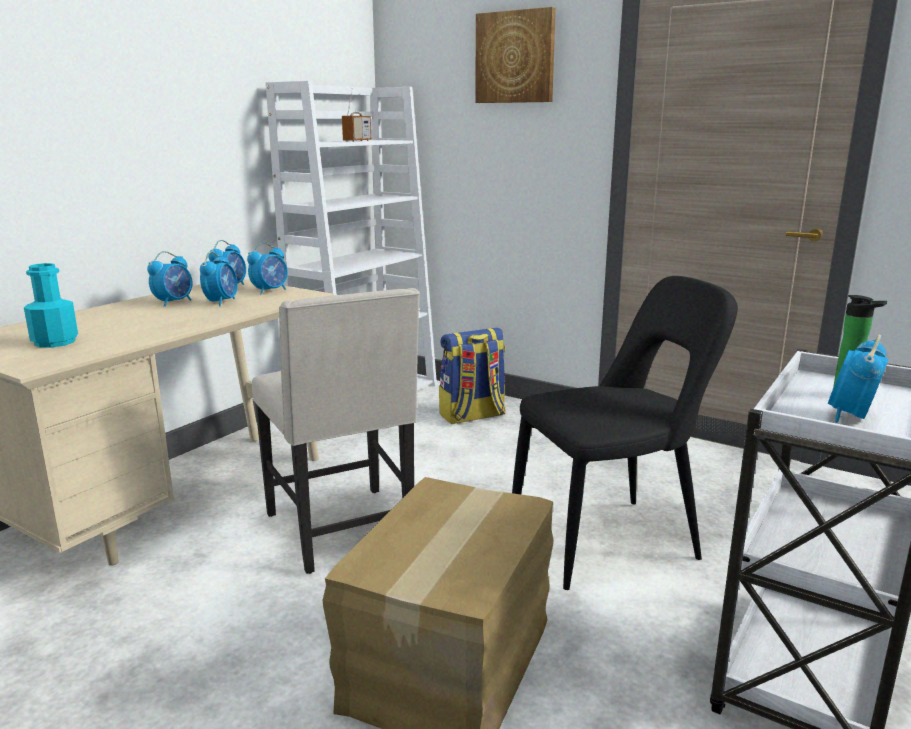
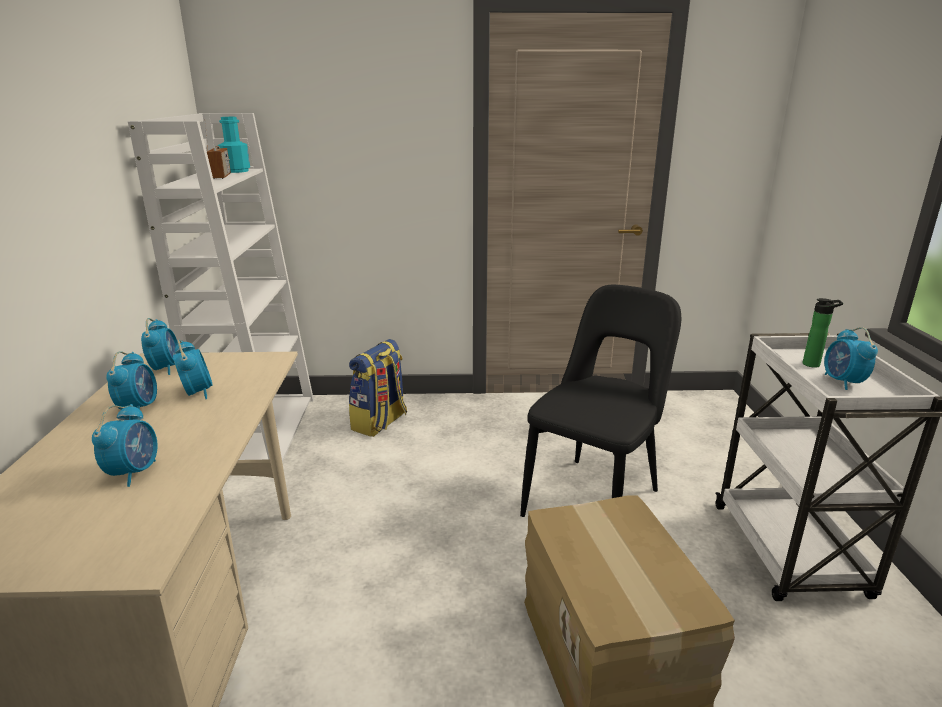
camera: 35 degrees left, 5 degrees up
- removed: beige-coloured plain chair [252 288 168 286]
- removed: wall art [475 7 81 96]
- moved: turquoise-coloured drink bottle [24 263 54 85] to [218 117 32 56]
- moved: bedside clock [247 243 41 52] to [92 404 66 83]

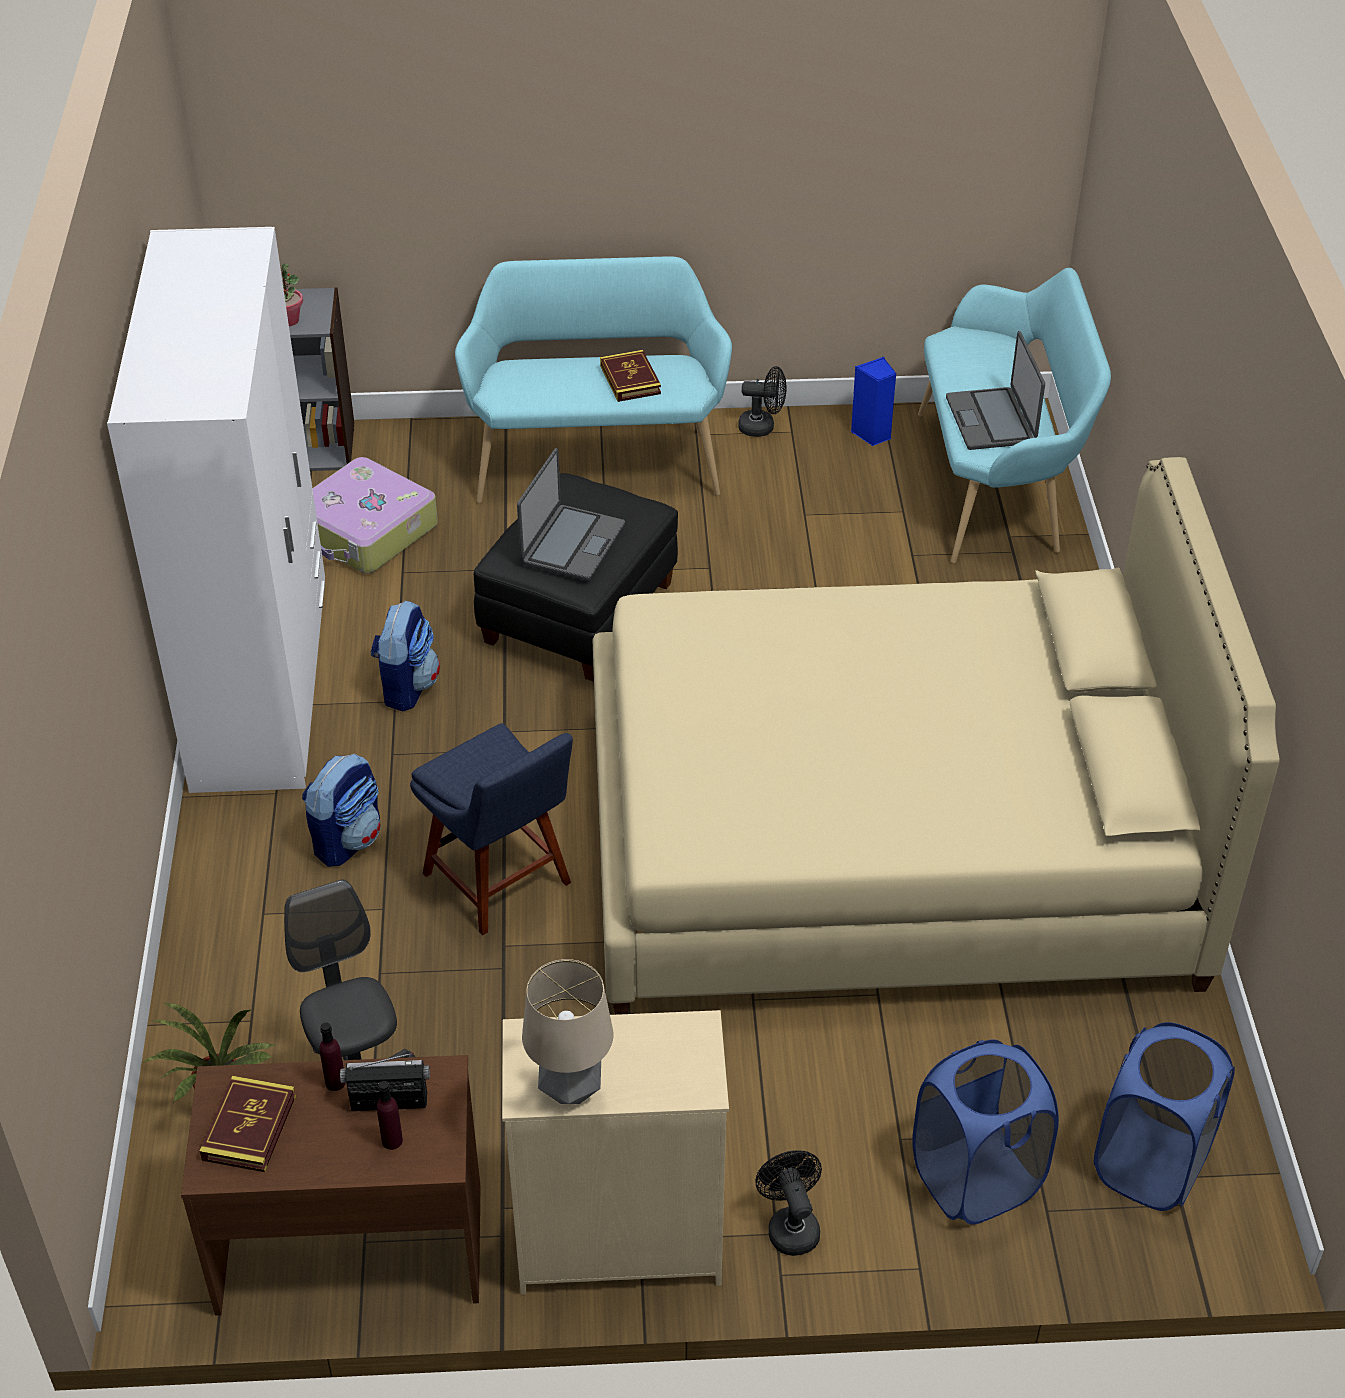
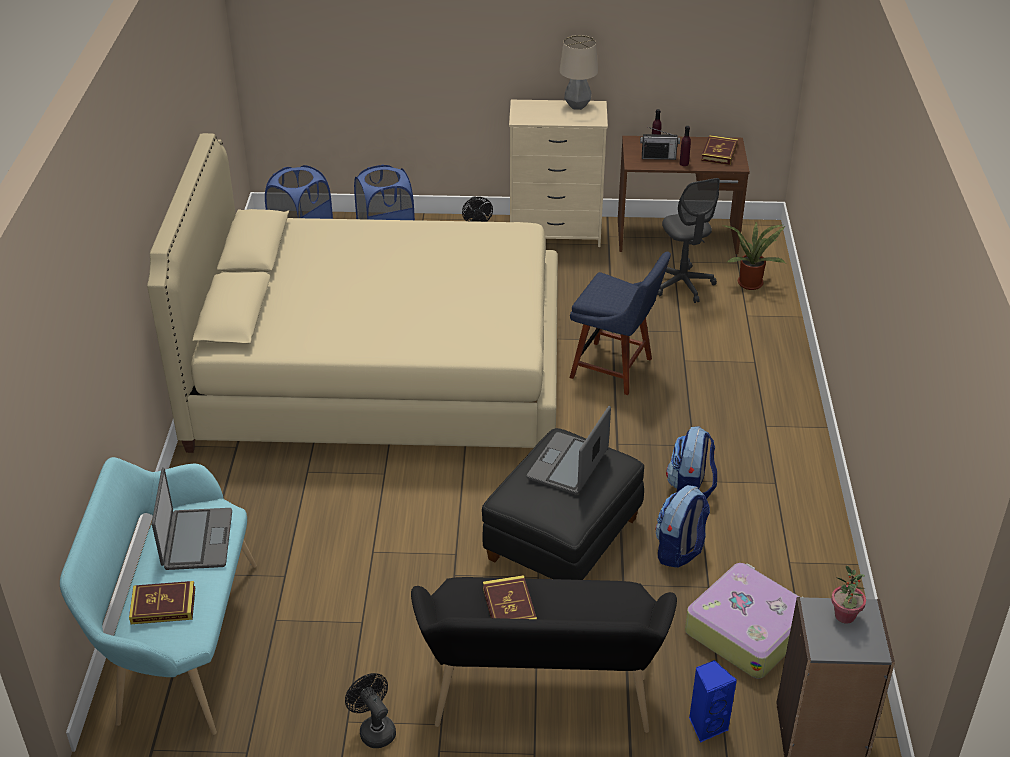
camera: 175 degrees left, 5 degrees down
- removed: white clothes cupboard [107 227 218 566]
- added: bound book [129 581 66 43]
- moved: backpack [302 754 79 113] to [656 485 54 82]
- moved: blue-coloured speaker [851 356 45 90] to [689 660 48 83]
- recoloured: turquoise-coloured bench [455 256 277 247] to blackish bench [411 577 266 156]
- turned: blue-coloured plain chair [410 723 163 212] = [570 252 101 143] 150 degrees clockwise
- turned: blackish electric fan [738 366 49 71] = [345 673 51 75] 45 degrees clockwise

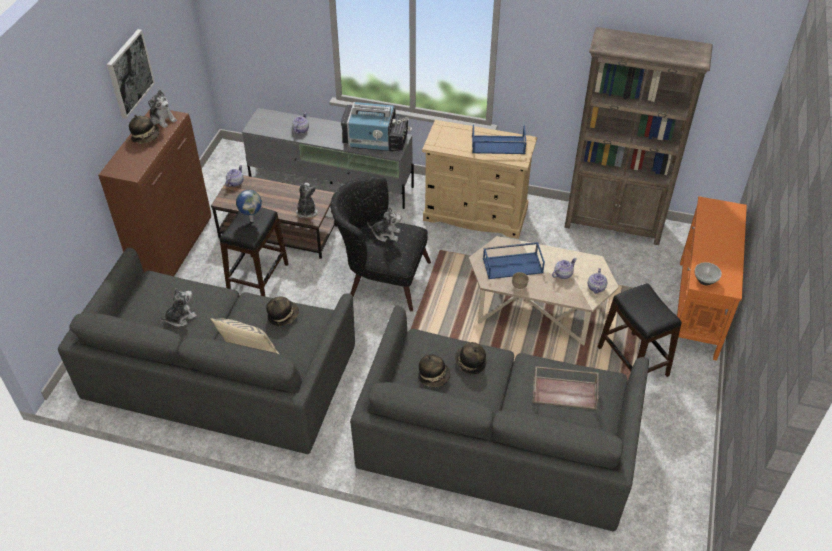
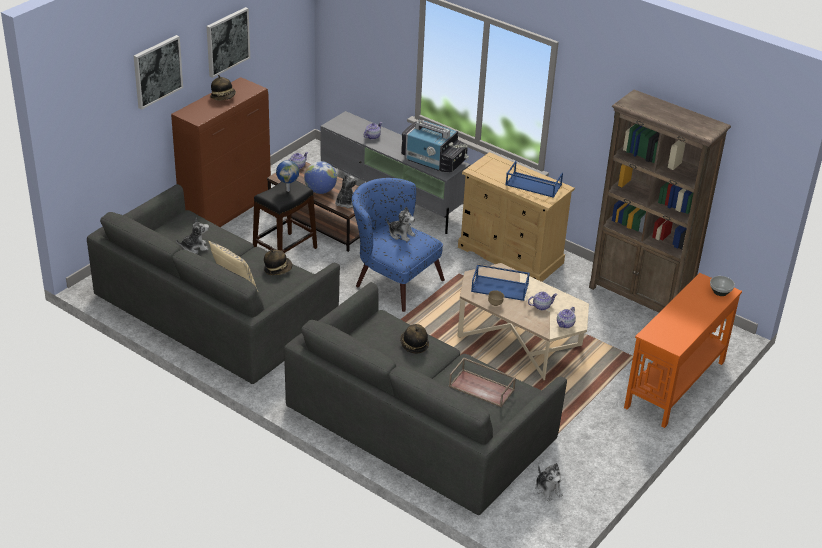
camera: 20 degrees right, 10 degrees down
- removed: hat [418 354 32 33]
- removed: blackish stool [598 283 84 94]
- added: wall art [134 35 49 75]
- added: globe [304 161 33 33]
- moved: plush toy [148 90 29 38] to [535 463 28 38]
- moved: bowl [695 262 27 23] to [710 276 25 20]
- recoloured: blackish easy chair [330 176 101 135] to blue-coloured easy chair [352 178 93 134]

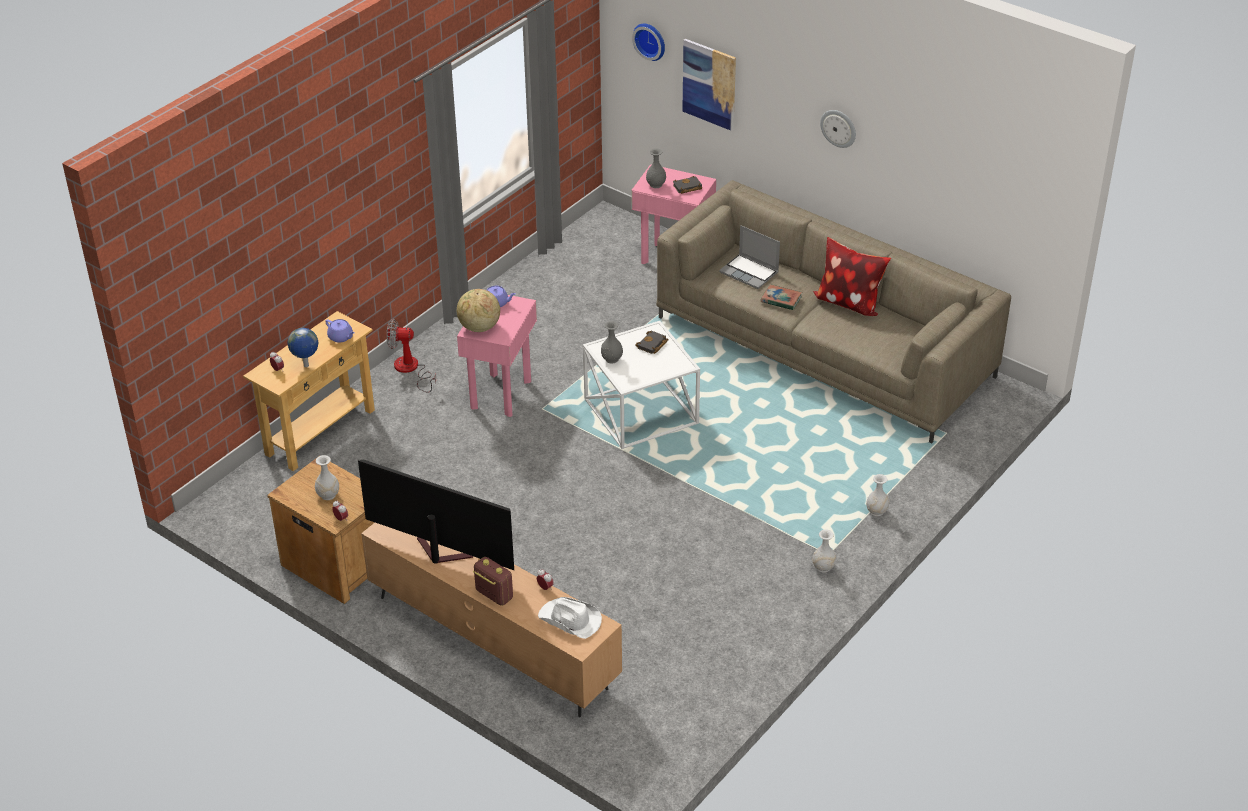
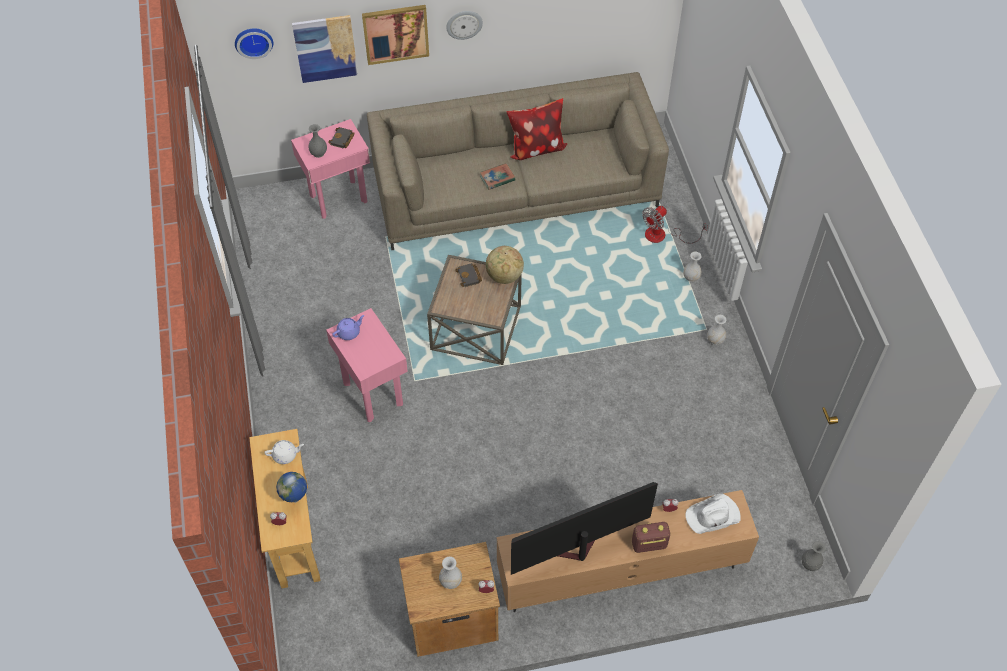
camera: 50 degrees left, 15 degrees up
- removed: laptop [719 225 61 64]
- added: wall art [362 5 67 60]
- moved: electric fan [387 319 49 73] to [642 206 66 37]
- moved: globe [457 289 43 43] to [486 246 38 38]
- moved: gray decorative vase [601 321 22 43] to [802 541 24 30]
- recoloured: purple-coloured pot for tea [325 319 30 24] to white pot for tea [264 440 40 24]
- recoloured: white accent table [583 321 117 128] to brown accent table [427 255 95 110]

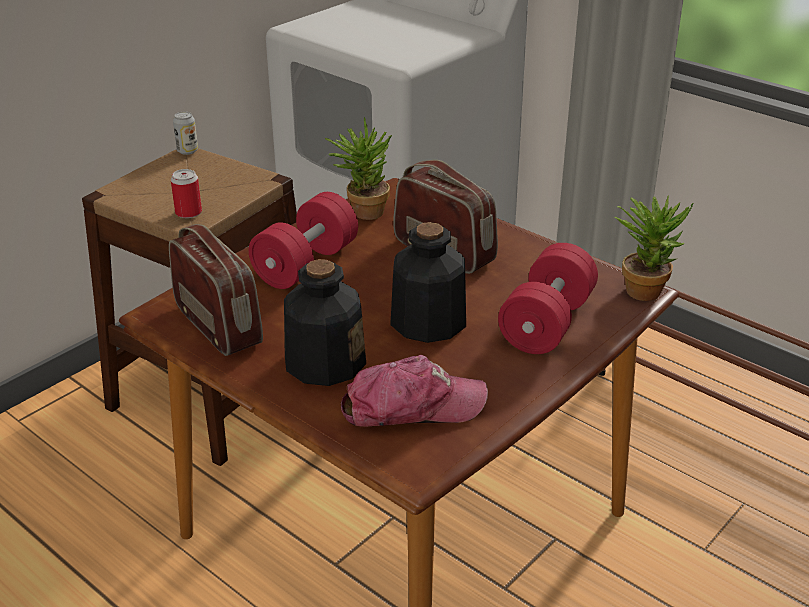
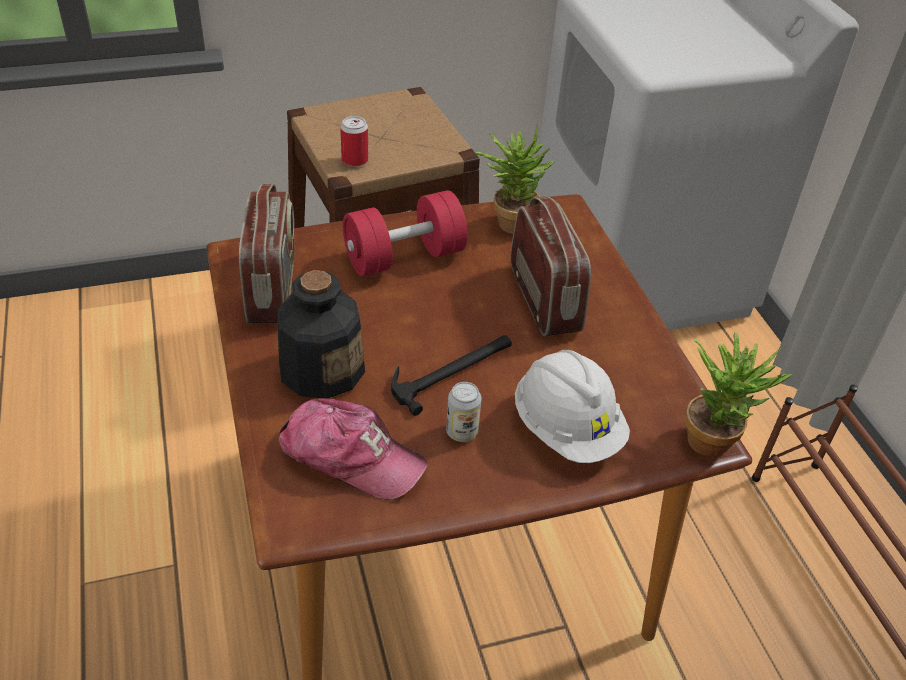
camera: 30 degrees right, 10 degrees up
- moved: metal can [173 112 25 43] to [446 382 36 60]
- replaced: drink bottle [390 222 76 121] to hand hammer [391 335 121 81]
- replaced: reddish hand weight [498 243 100 111] to white safety helmet [515 350 115 113]

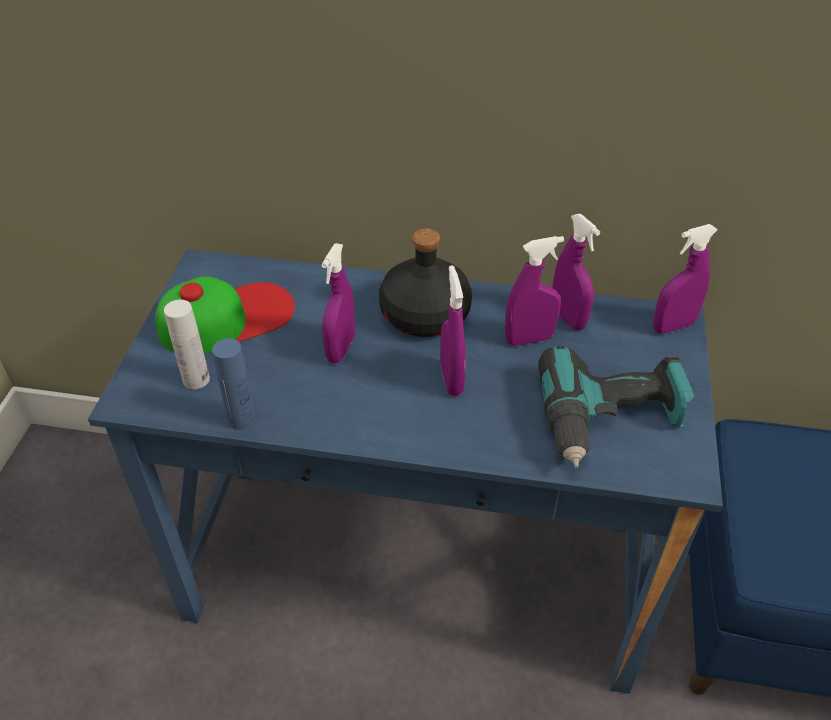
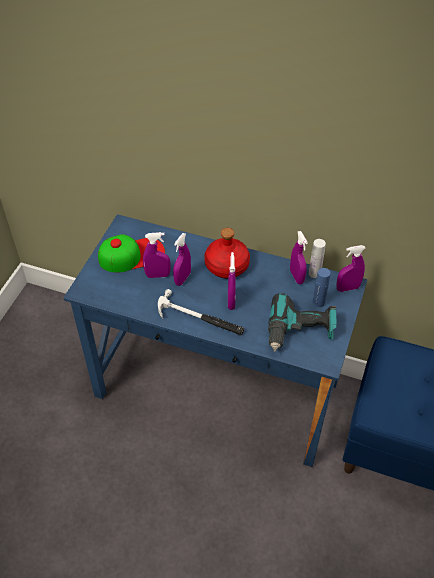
camera: 10 degrees right, 5 degrees up
- added: hand hammer [158 289 86 46]
- moved: white drink bottle [164 300 46 89] to [309 239 17 39]
- moved: blue-coloured drink bottle [212 338 44 92] to [313 268 17 39]
- moved: purple-coloured spray bottle [505 236 59 110] to [143 232 27 46]
- recoloured: blackish drink bottle [379 228 93 109] to reddish drink bottle [204 228 46 50]

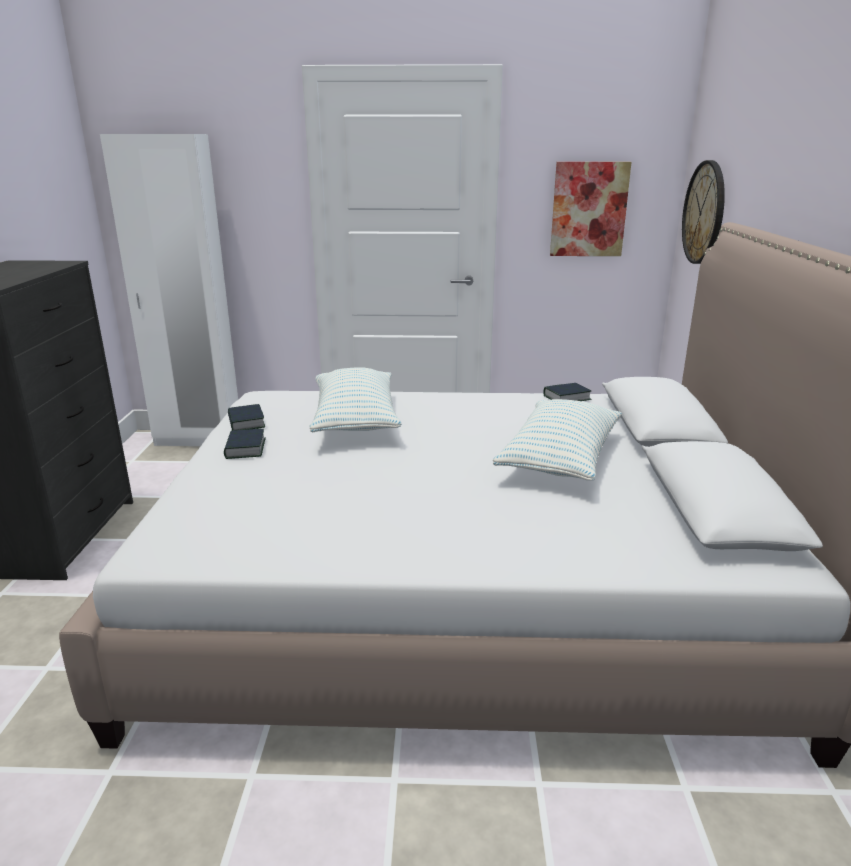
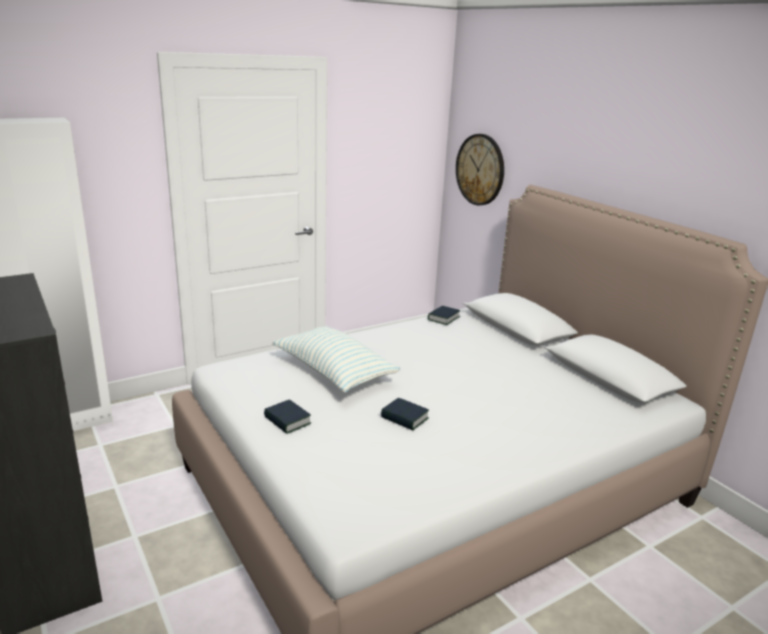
camera: 35 degrees left, 0 degrees up
- removed: pillow [493 399 129 82]
- removed: wall art [550 162 82 94]
- moved: bound book [228 404 37 26] to [381 398 48 32]

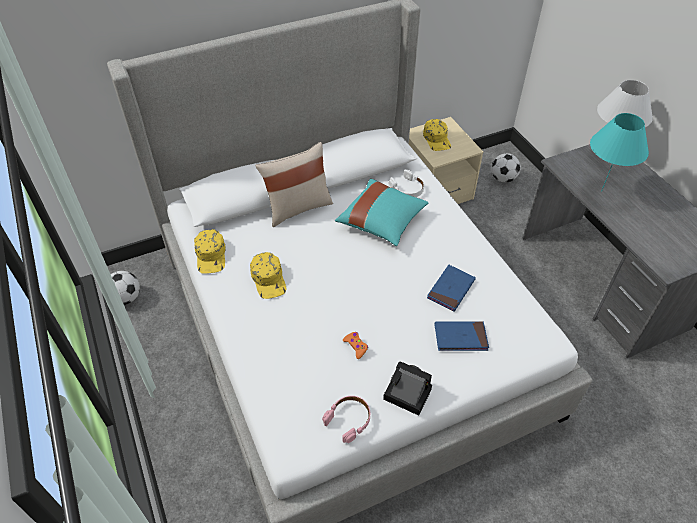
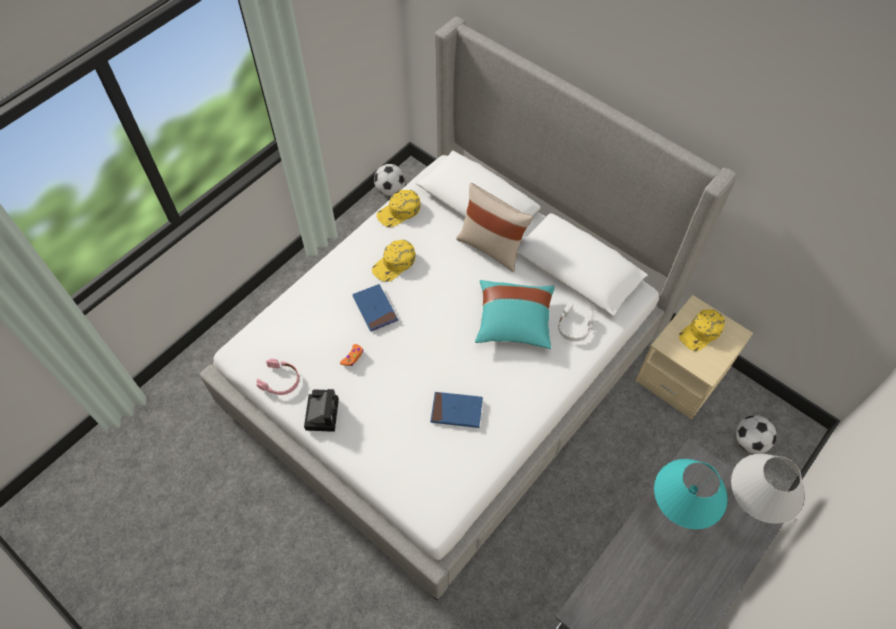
camera: 65 degrees right, 10 degrees up
- moved: blue-coloured bound book [434 321 55 30] to [353 284 45 48]

